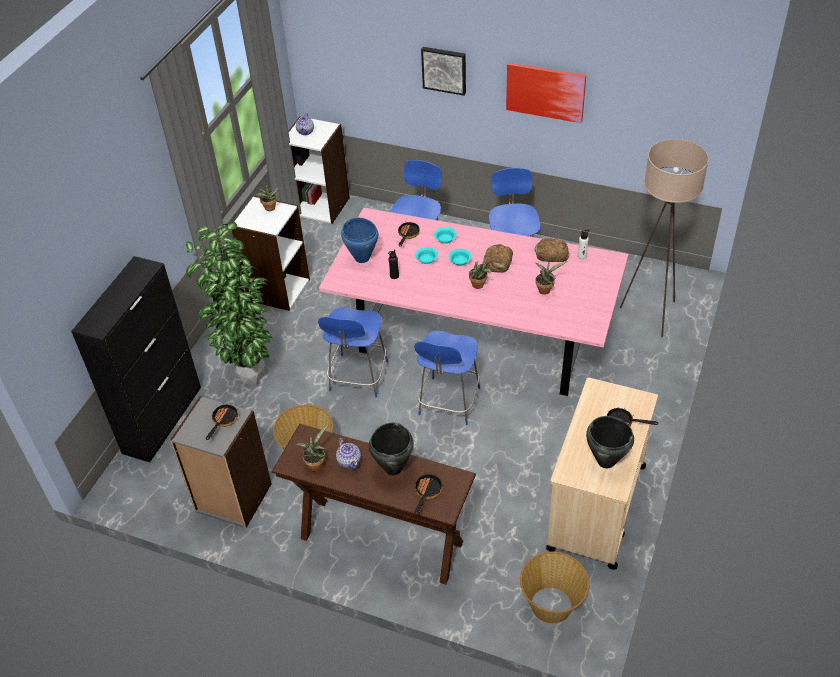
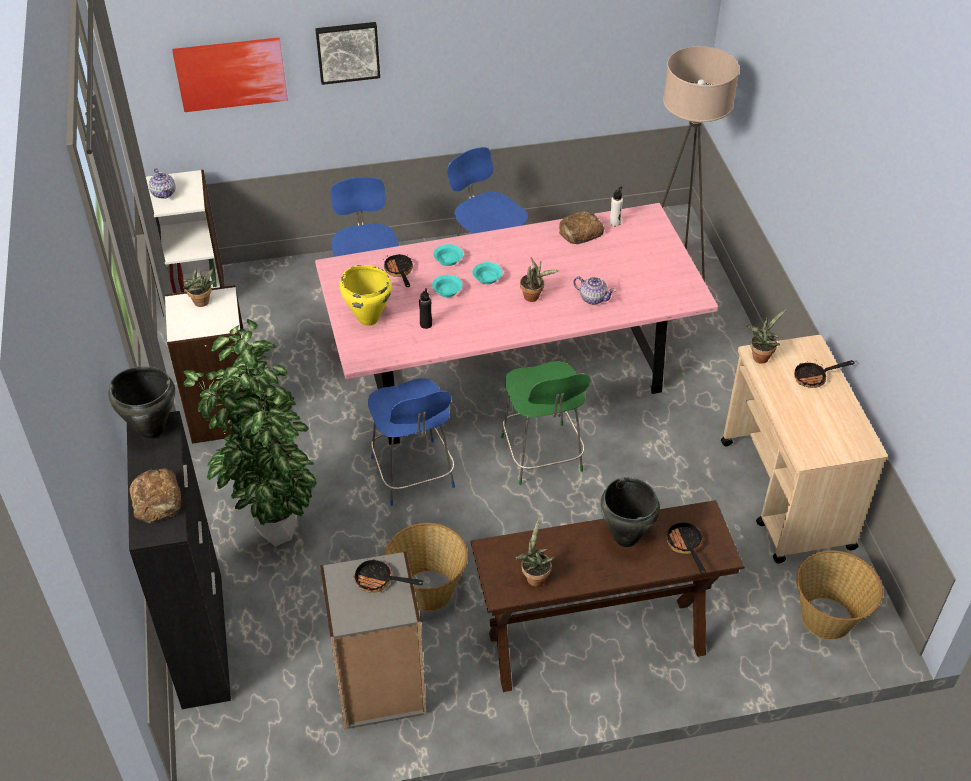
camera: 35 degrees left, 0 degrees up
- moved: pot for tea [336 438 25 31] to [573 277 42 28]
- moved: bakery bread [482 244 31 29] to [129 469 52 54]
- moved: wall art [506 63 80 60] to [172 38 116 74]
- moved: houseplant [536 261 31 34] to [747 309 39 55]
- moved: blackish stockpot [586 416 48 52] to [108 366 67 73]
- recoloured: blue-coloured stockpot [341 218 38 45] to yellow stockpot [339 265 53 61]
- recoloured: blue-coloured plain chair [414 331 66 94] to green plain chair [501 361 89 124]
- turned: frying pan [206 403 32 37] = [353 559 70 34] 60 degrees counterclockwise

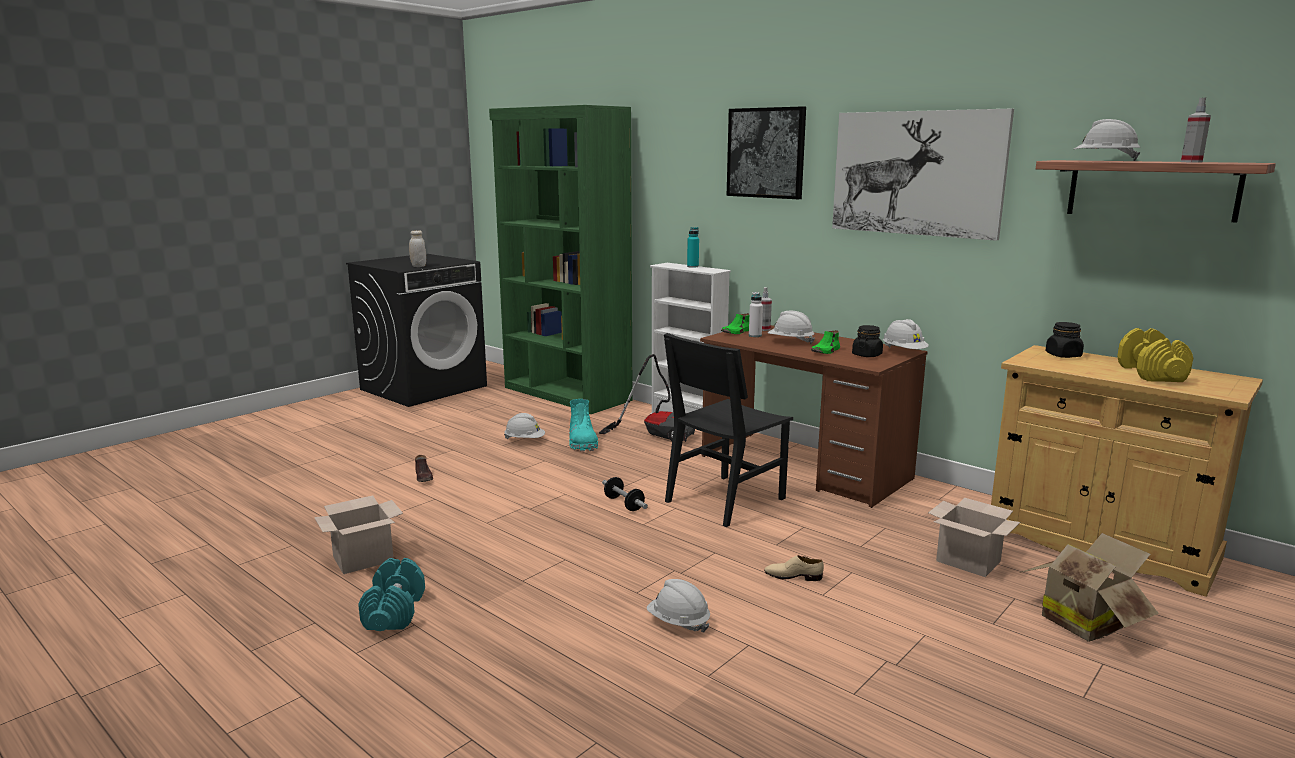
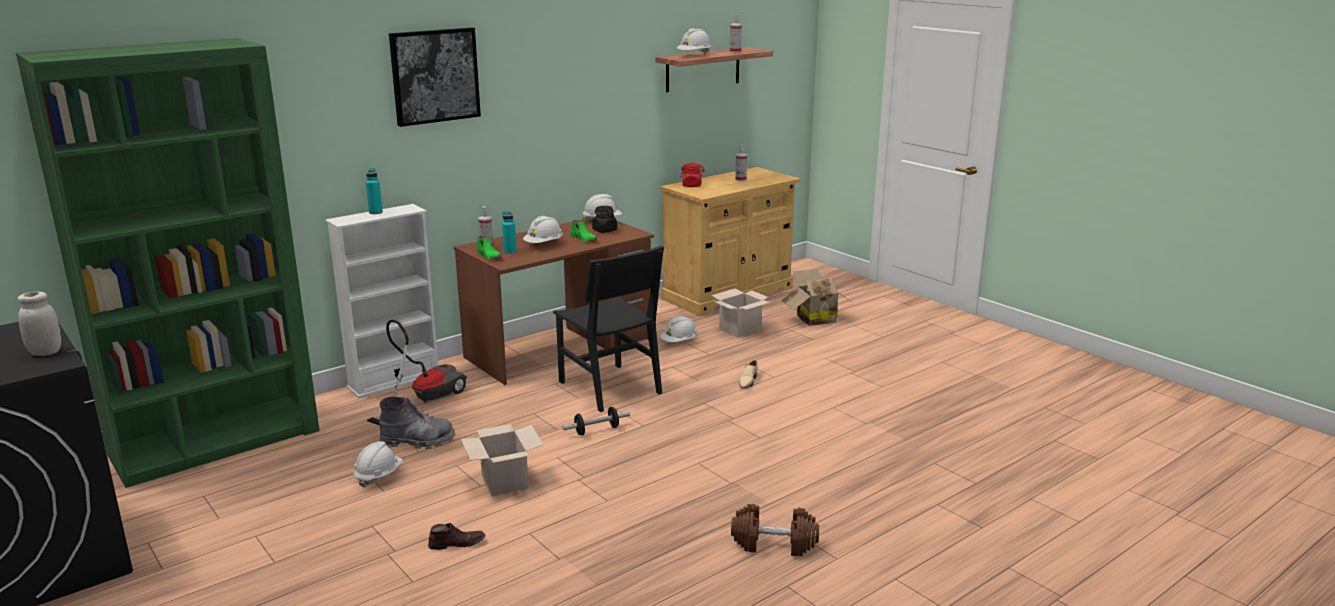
camera: 80 degrees left, 5 degrees up
- removed: wall art [832 109 182 132]
- moved: packing box [314 495 89 79] to [461 424 83 72]
- moved: white safety helmet [647 579 63 54] to [660 316 37 26]
- replaced: yellow hand weight [1117 328 76 54] to spray bottle [735 145 12 36]
- recoloured: turquoise-coloured hand weight [358 558 67 73] to brown hand weight [731 504 88 52]
- recoloured: turquoise-coloured tall boot [569 399 29 52] to gray tall boot [379 397 76 52]
- recoloured: white drink bottle [749 292 14 45] to turquoise-coloured drink bottle [502 211 15 43]
- recoloured: blackish preserve jar [1046 322 38 36] to reddish preserve jar [680 163 25 24]

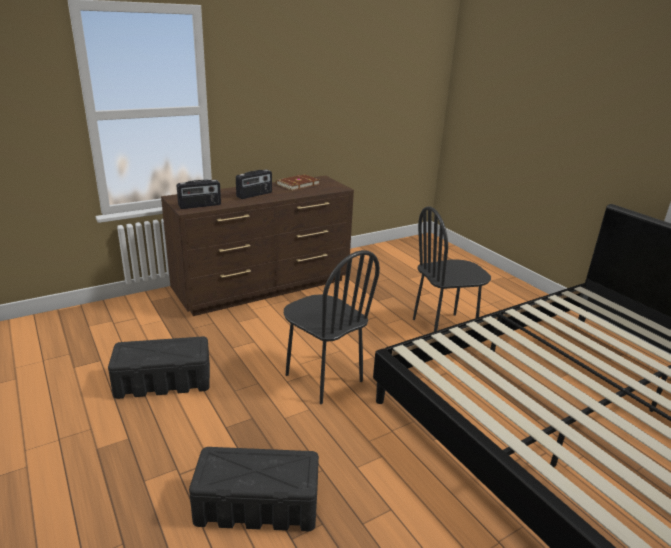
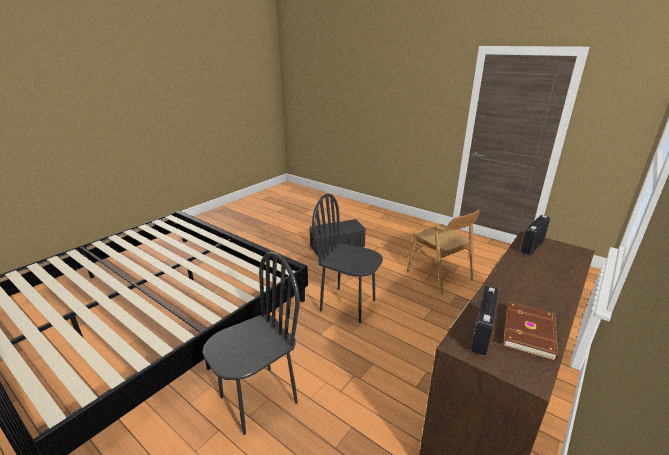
camera: 160 degrees right, 0 degrees up
- moved: radio receiver [236 169 36 30] to [472 286 27 70]
- replaced: blackish storage box [108 336 102 63] to brown plain chair [407 210 73 85]

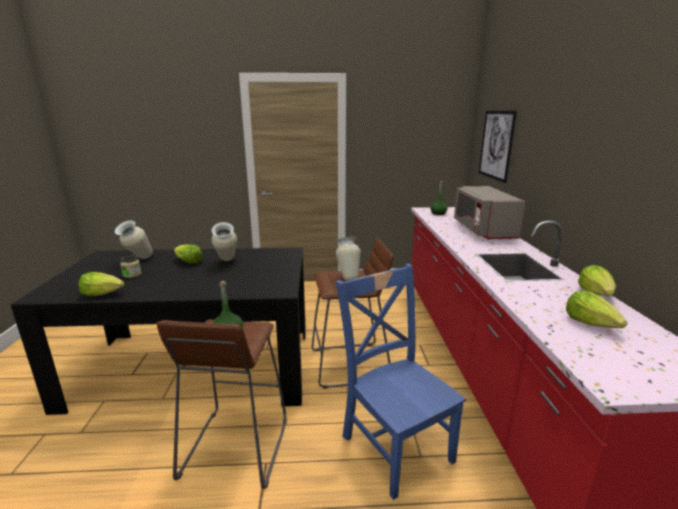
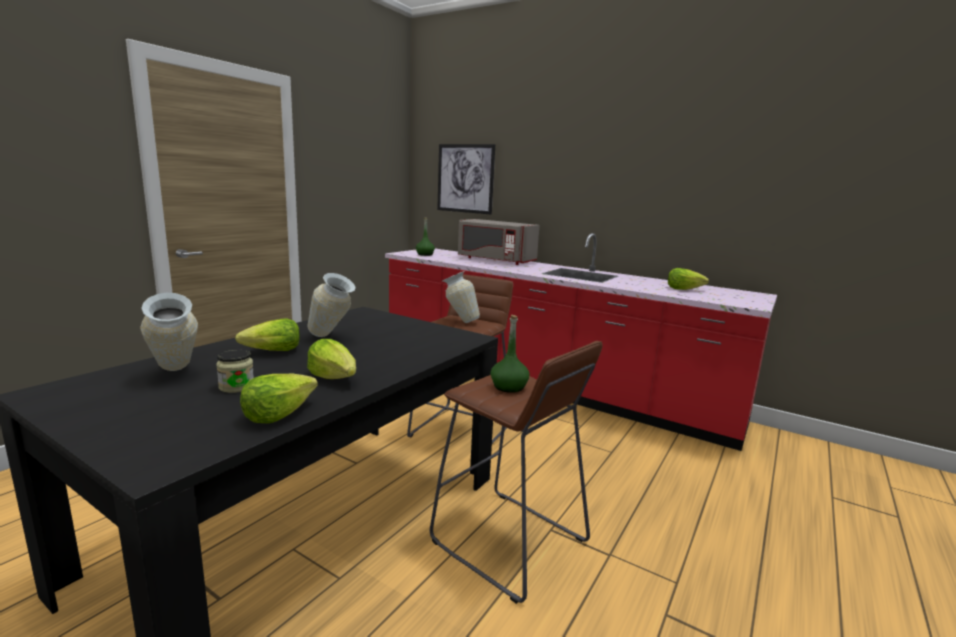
camera: 55 degrees left, 5 degrees down
- removed: blue-coloured plain chair [336 264 130 236]
- moved: lettuce head [578 265 38 31] to [307 339 49 40]

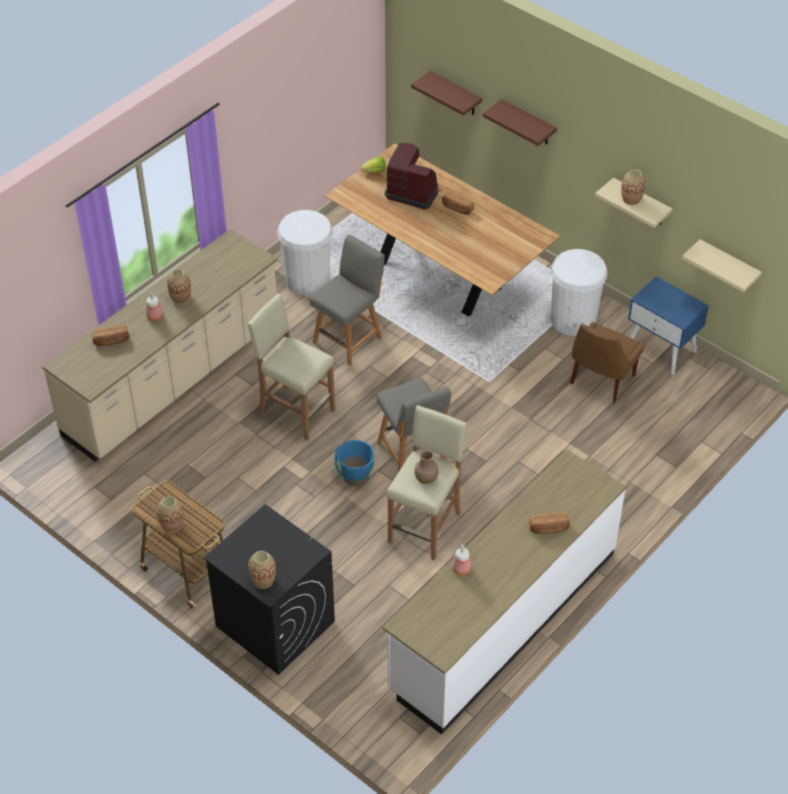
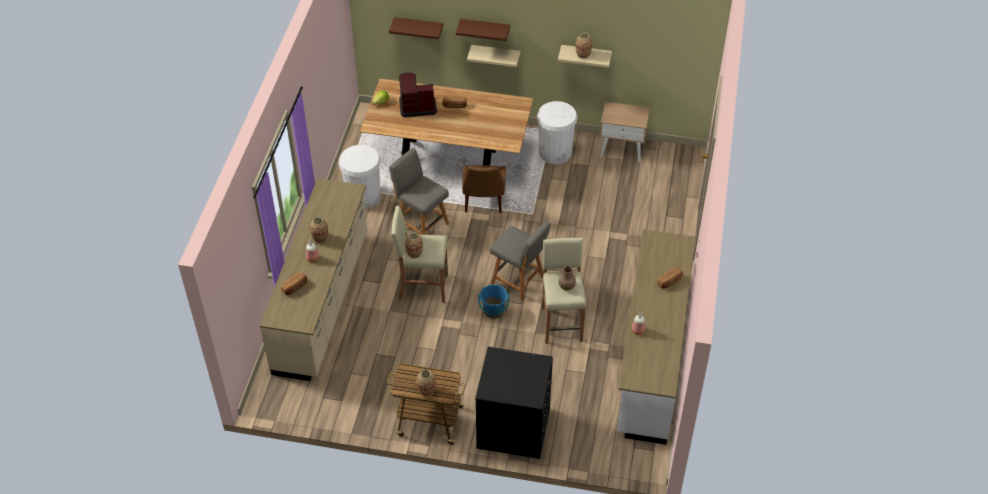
camera: 30 degrees left, 0 degrees up
- moved: decorative vase [248 551 28 38] to [405 232 18 27]
- moved: brown plain chair [570 322 75 81] to [462 165 44 48]
- moved: beige-coloured wall shelf [682 239 80 53] to [467 45 54 22]
- recoloured: blue-coloured nightstand [628 276 81 99] to beige-coloured nightstand [600 102 50 61]
- turned: gray plain chair [310 235 75 131] = [389 148 60 87] 60 degrees counterclockwise

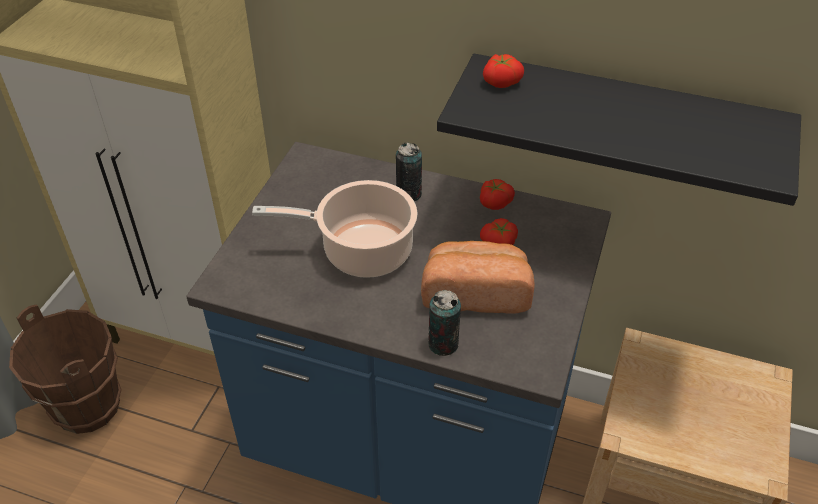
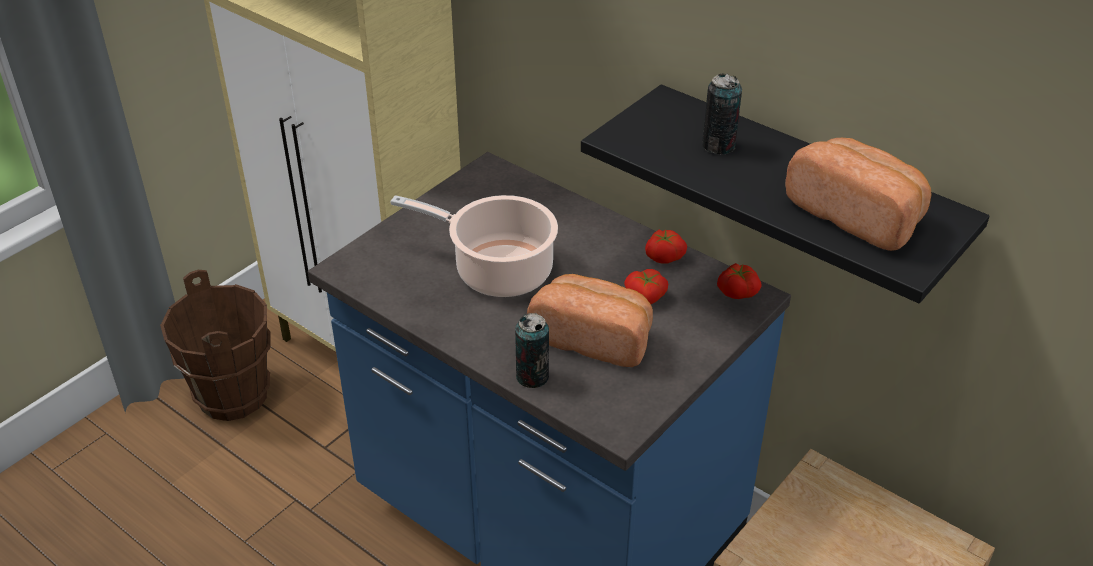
camera: 20 degrees right, 5 degrees down
- added: bakery bread [785 138 147 113]
- moved: metal can [396 142 26 59] to [702 73 40 81]
- moved: whole tomato [483 54 41 34] to [717 263 45 36]

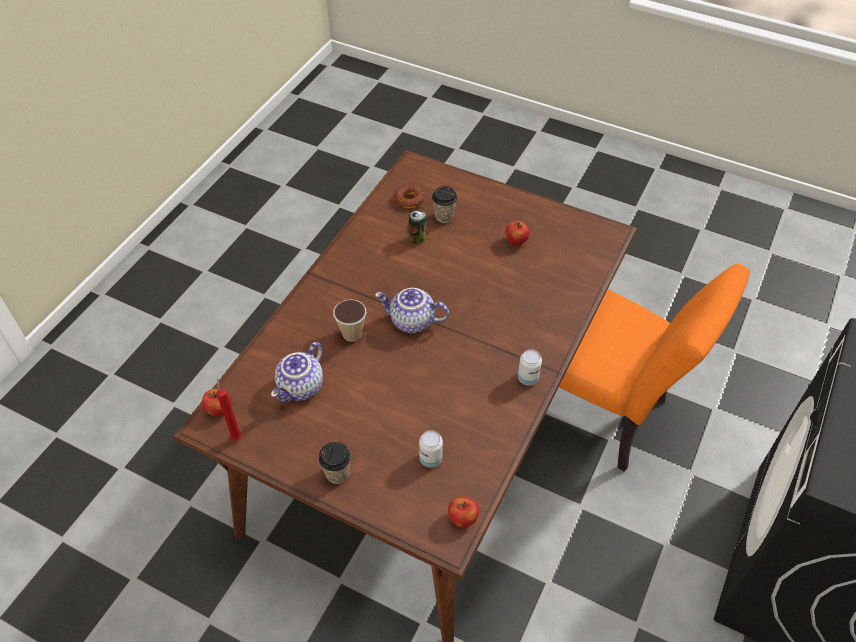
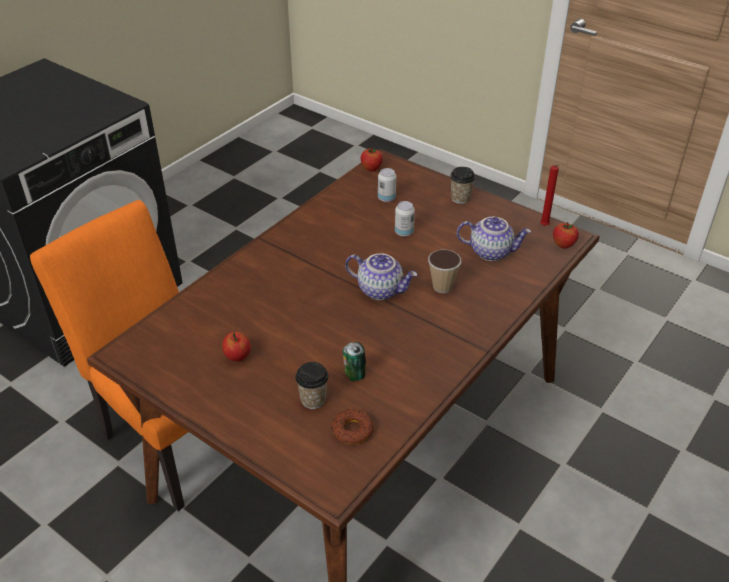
camera: 170 degrees left, 10 degrees down
- moved: metal can [518 349 24 36] to [395 201 20 36]
- turned: pot for tea [271 342 52 60] = [457 217 74 44] 60 degrees clockwise

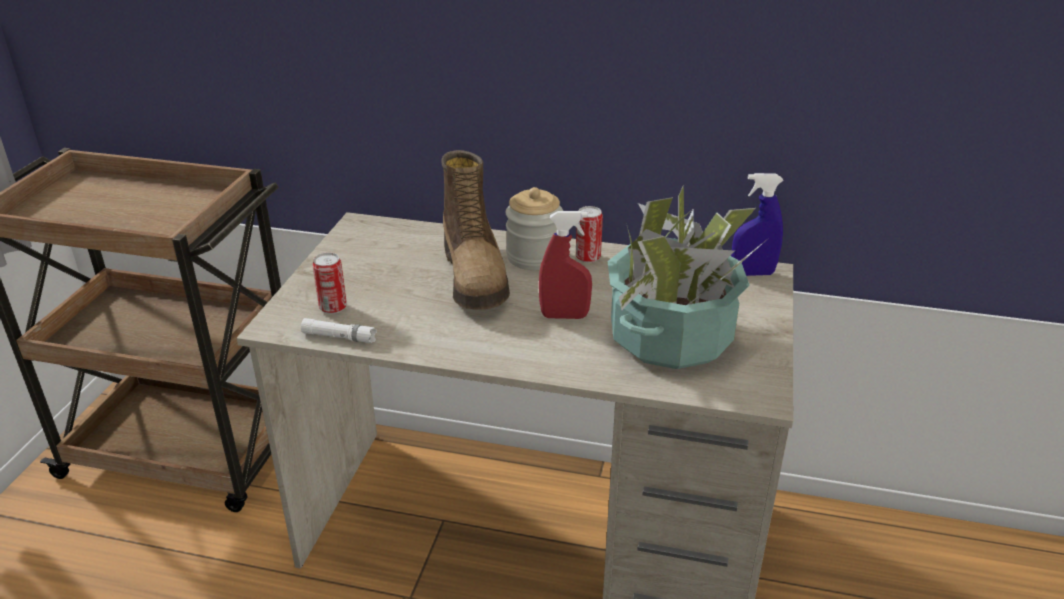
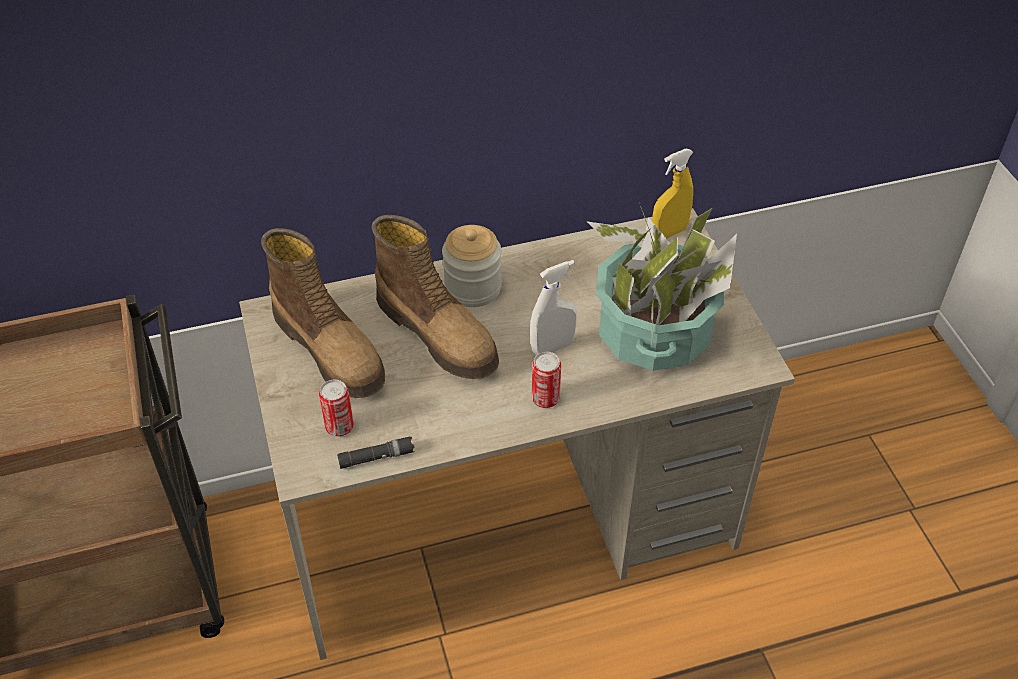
camera: 30 degrees left, 15 degrees up
- added: tall boot [261 228 124 170]
- moved: metal can [576 206 27 57] to [532 352 29 56]
- recoloured: white flashlight [301 318 76 25] to blackish flashlight [337 437 78 32]
- recoloured: reddish spray bottle [539 211 53 108] to white spray bottle [530 260 47 95]
- recoloured: blue-coloured spray bottle [731 173 52 103] to yellow spray bottle [652 149 41 89]

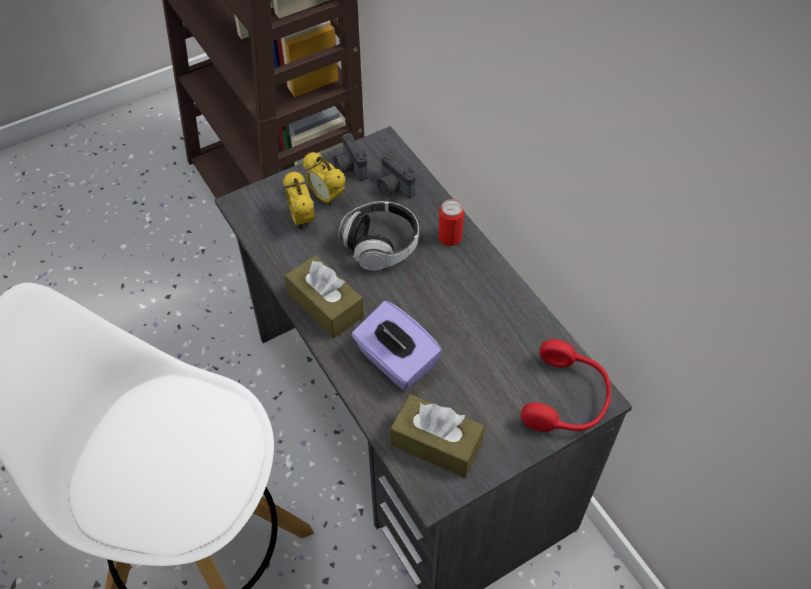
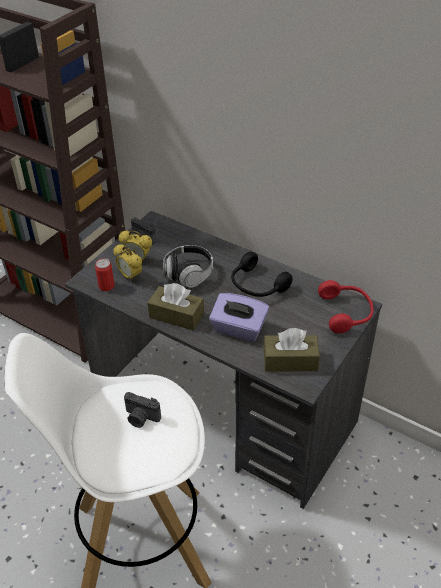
camera: 25 degrees left, 10 degrees down
- added: blackish headset [231 252 62 45]
- moved: still camera [377 153 38 45] to [124 392 37 36]
- moved: metal can [438 199 26 47] to [95 258 20 33]

